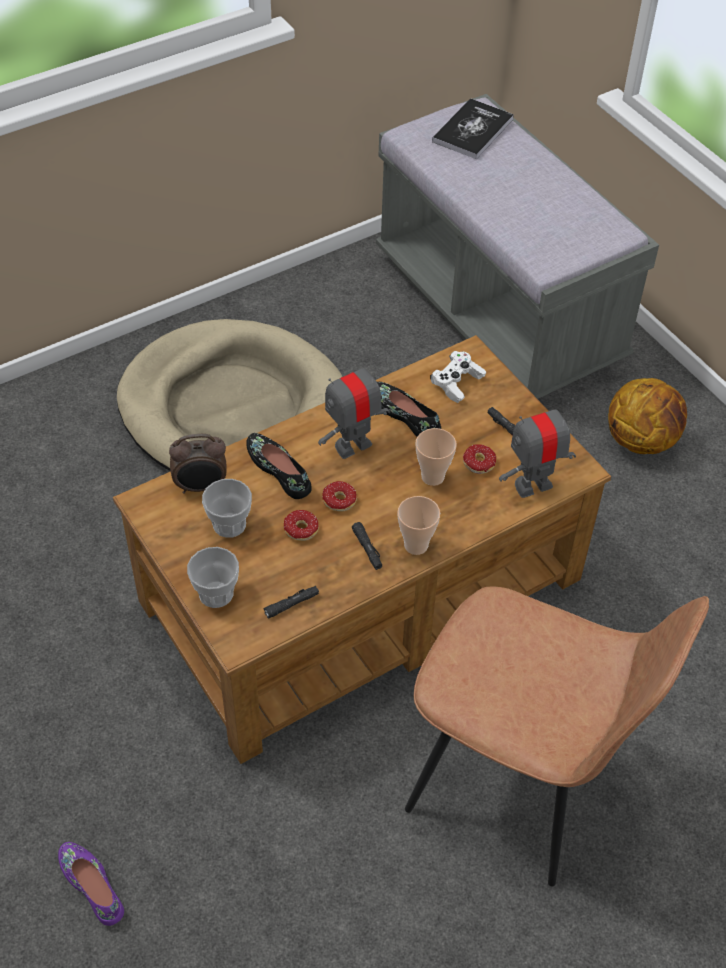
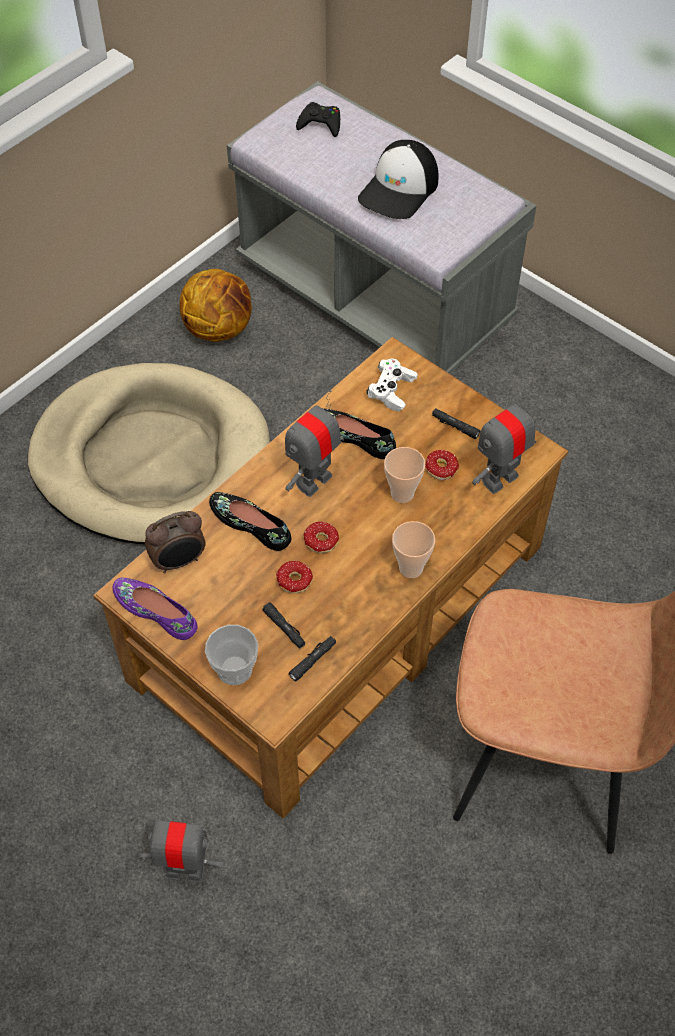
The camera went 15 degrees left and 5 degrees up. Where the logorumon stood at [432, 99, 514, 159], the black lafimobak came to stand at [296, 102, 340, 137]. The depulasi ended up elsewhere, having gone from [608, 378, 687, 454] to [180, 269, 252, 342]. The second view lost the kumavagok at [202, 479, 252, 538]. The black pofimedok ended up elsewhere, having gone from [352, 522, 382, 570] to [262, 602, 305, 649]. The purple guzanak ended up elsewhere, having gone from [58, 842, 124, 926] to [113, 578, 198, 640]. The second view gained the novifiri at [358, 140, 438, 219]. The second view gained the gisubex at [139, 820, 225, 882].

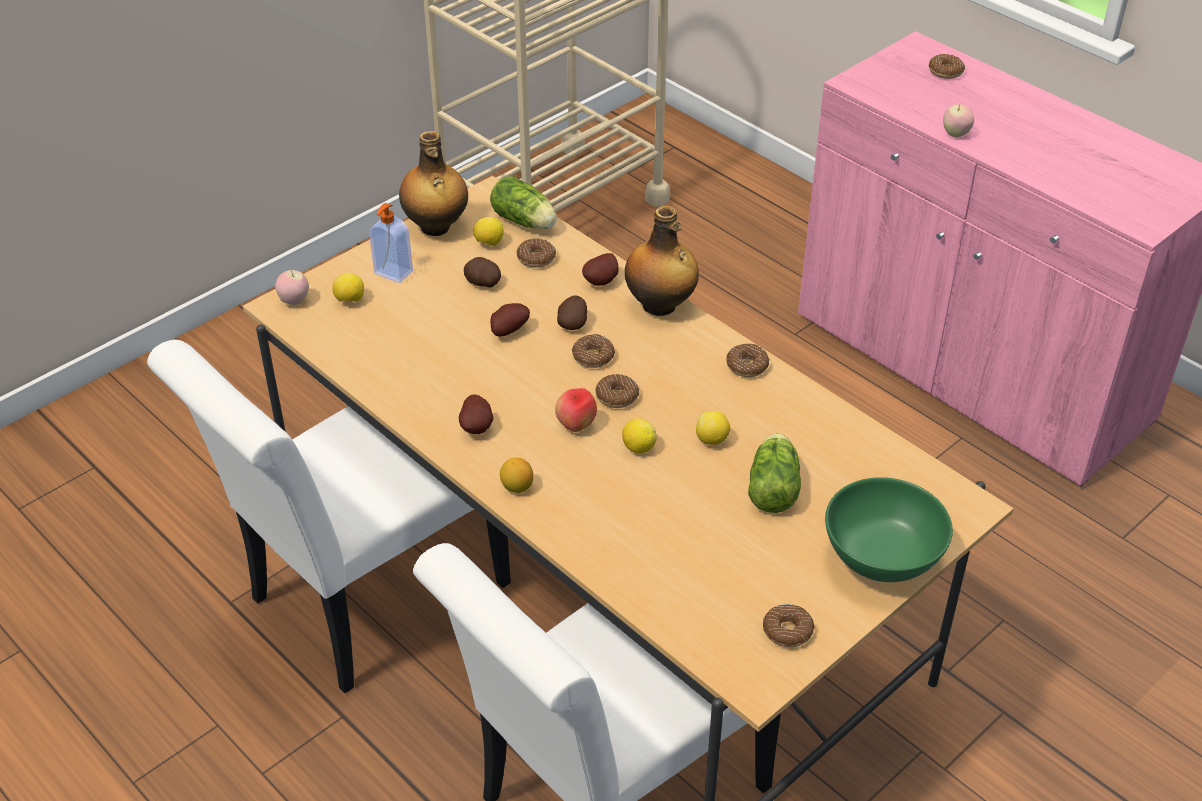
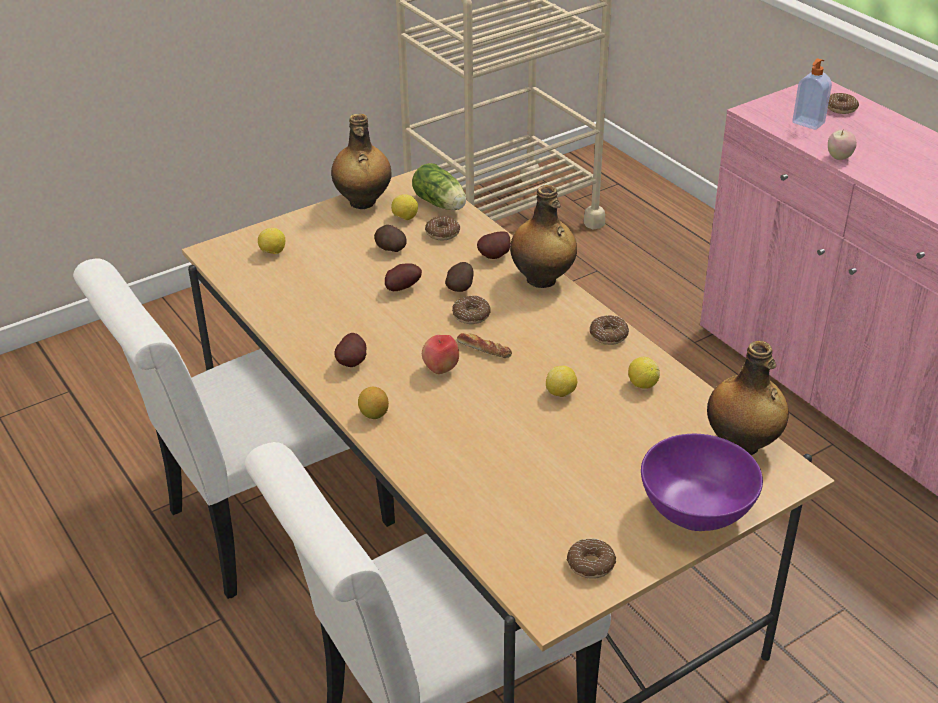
The camera went 10 degrees right and 5 degrees down. The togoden ended up elsewhere, having gone from [369, 203, 413, 283] to [792, 58, 832, 130]. The second view lost the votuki at [275, 270, 309, 305]. Where the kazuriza stood at [595, 374, 639, 408], the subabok came to stand at [457, 333, 512, 358]. The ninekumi ended up elsewhere, having gone from [622, 418, 657, 453] to [628, 357, 660, 389]. The second view lost the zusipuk at [748, 434, 801, 513]. What was the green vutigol at [825, 477, 953, 582] turned into the purple vutigol at [641, 434, 763, 531]. The second view gained the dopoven at [707, 341, 789, 455].

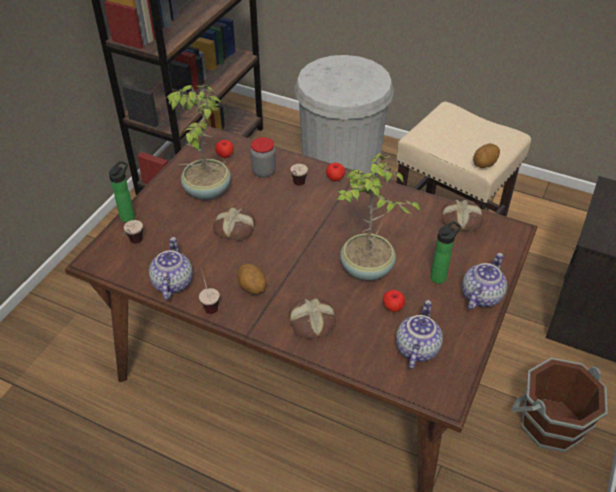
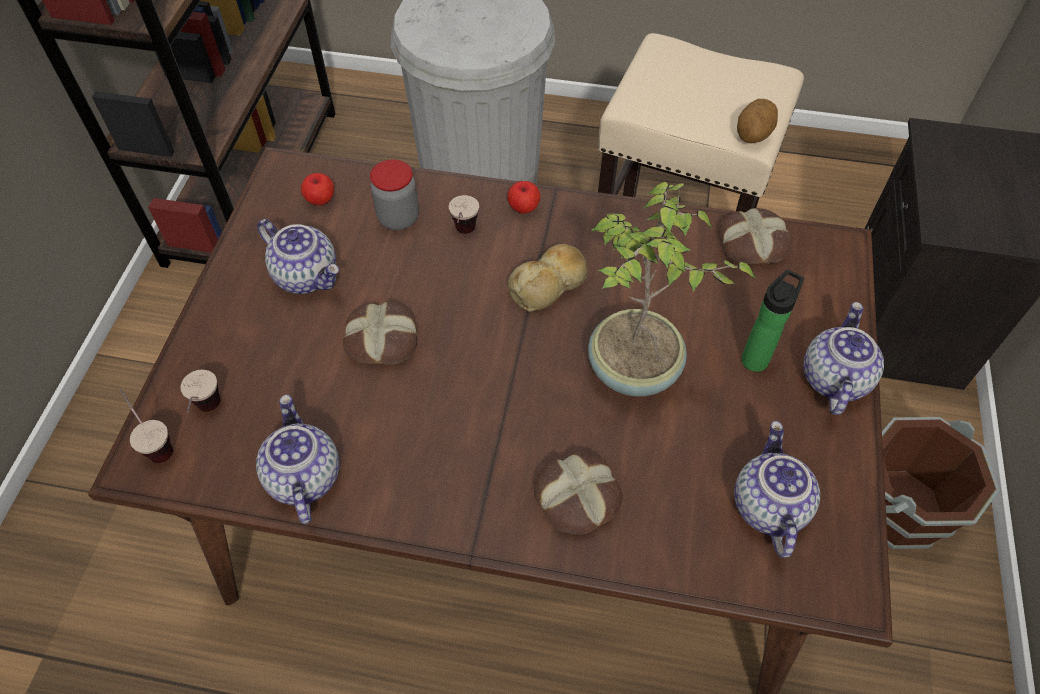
The camera went 15 degrees left and 10 degrees up. Where the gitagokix stood at [166, 85, 231, 199], the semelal came to stand at [257, 219, 339, 294]. The second view lost the dopoven at [109, 161, 135, 223]. The second view lost the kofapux at [238, 264, 267, 294]. The kumavagok ended up elsewhere, having gone from [199, 267, 220, 314] to [120, 389, 173, 463]. The second view lost the votuki at [383, 290, 405, 312]. The second view gained the subabok at [508, 244, 587, 312].

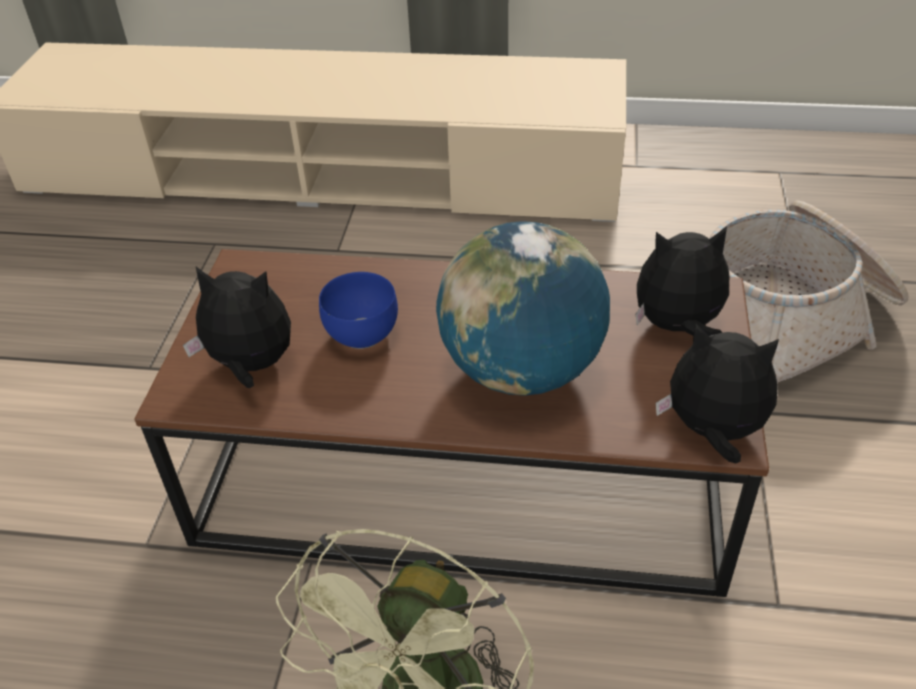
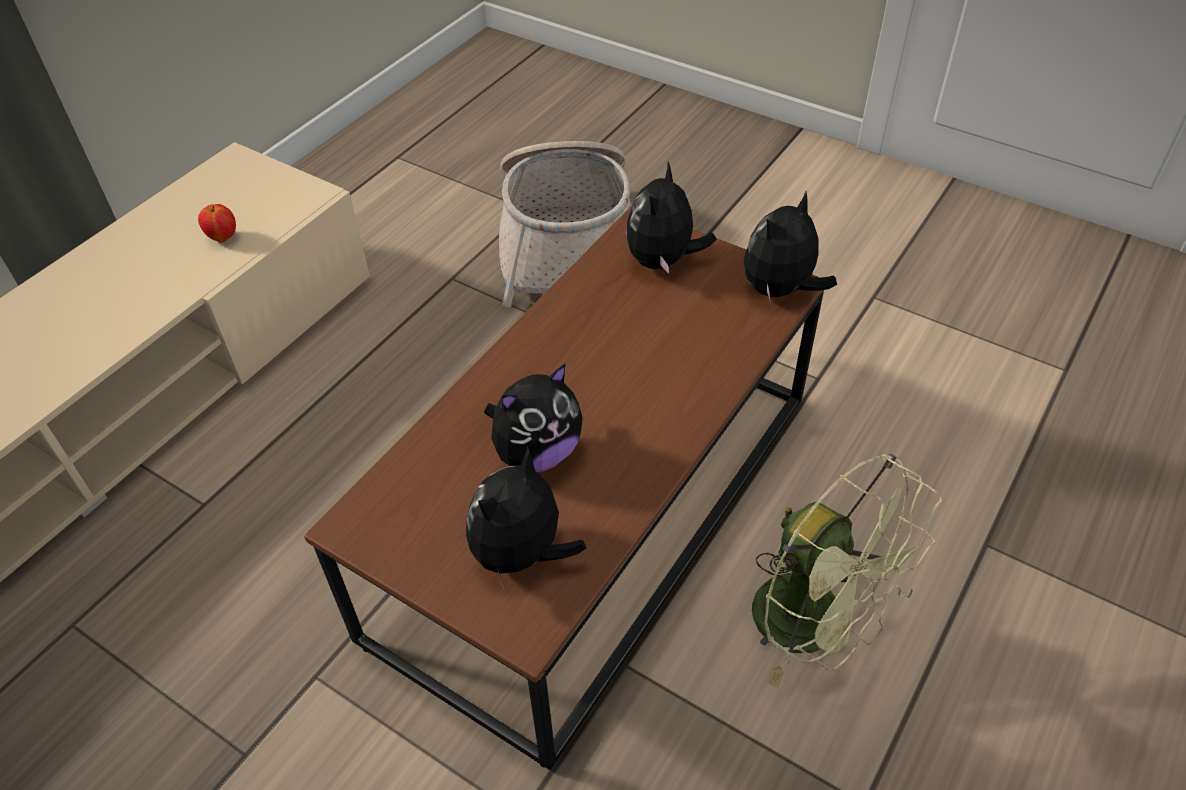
The camera went 65 degrees left and 5 degrees up. The second view lost the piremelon at [436, 221, 610, 396]. Where the blue vutigol stood at [319, 272, 398, 349], the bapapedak came to stand at [484, 363, 583, 472]. The second view gained the votuki at [198, 204, 236, 242].

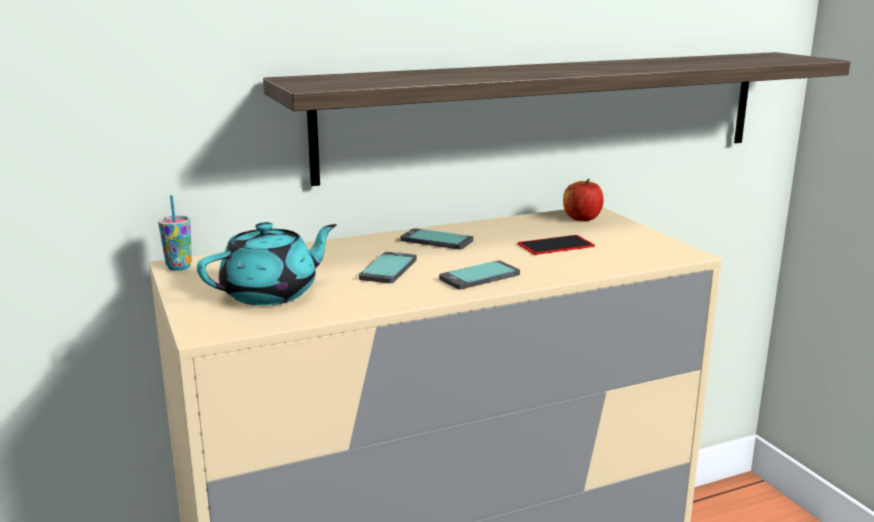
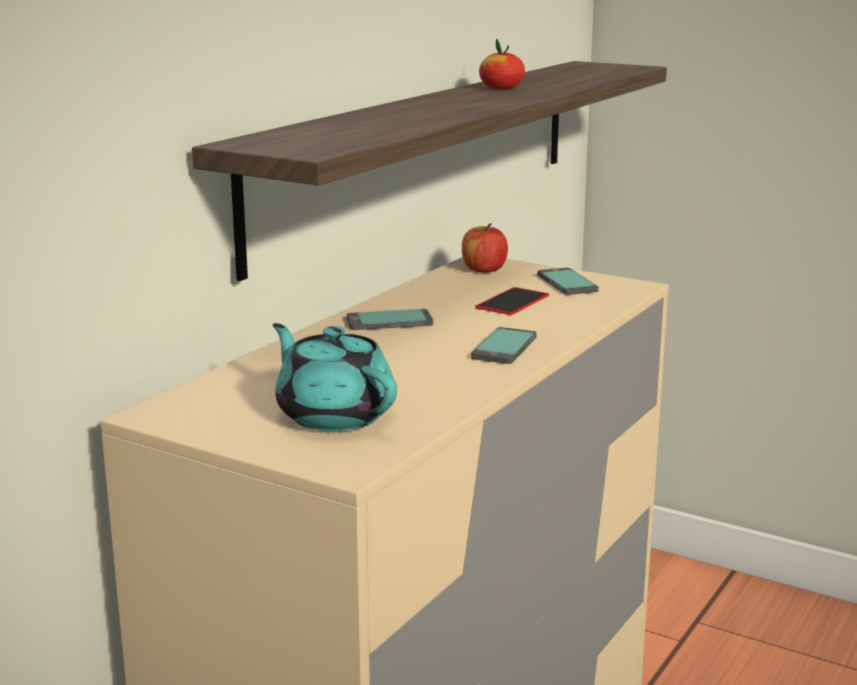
The camera went 35 degrees left and 0 degrees up. The second view lost the kumavagok at [158, 195, 192, 271]. The turquoise semelal at [197, 222, 336, 306] ended up facing another way, 60 degrees counterclockwise from before. The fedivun ended up elsewhere, having gone from [359, 252, 417, 283] to [538, 268, 599, 295]. The second view gained the votuki at [479, 39, 525, 89].

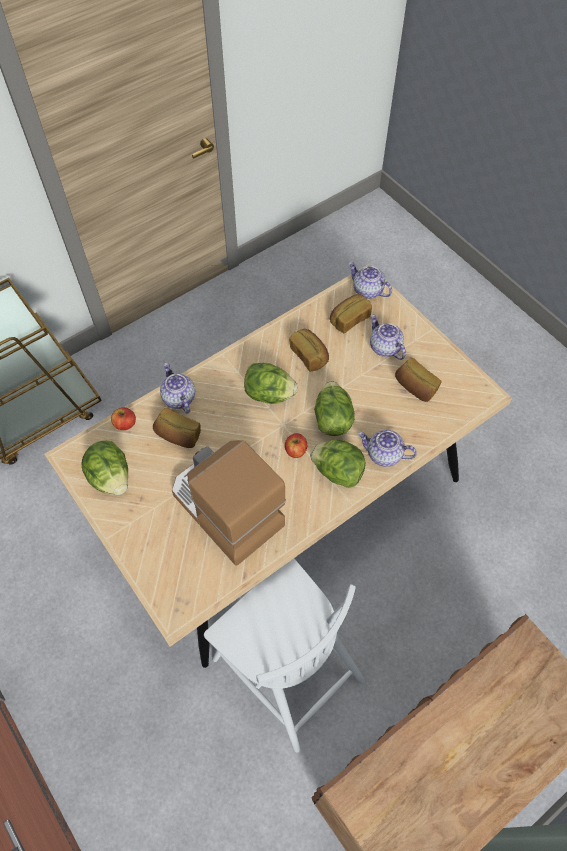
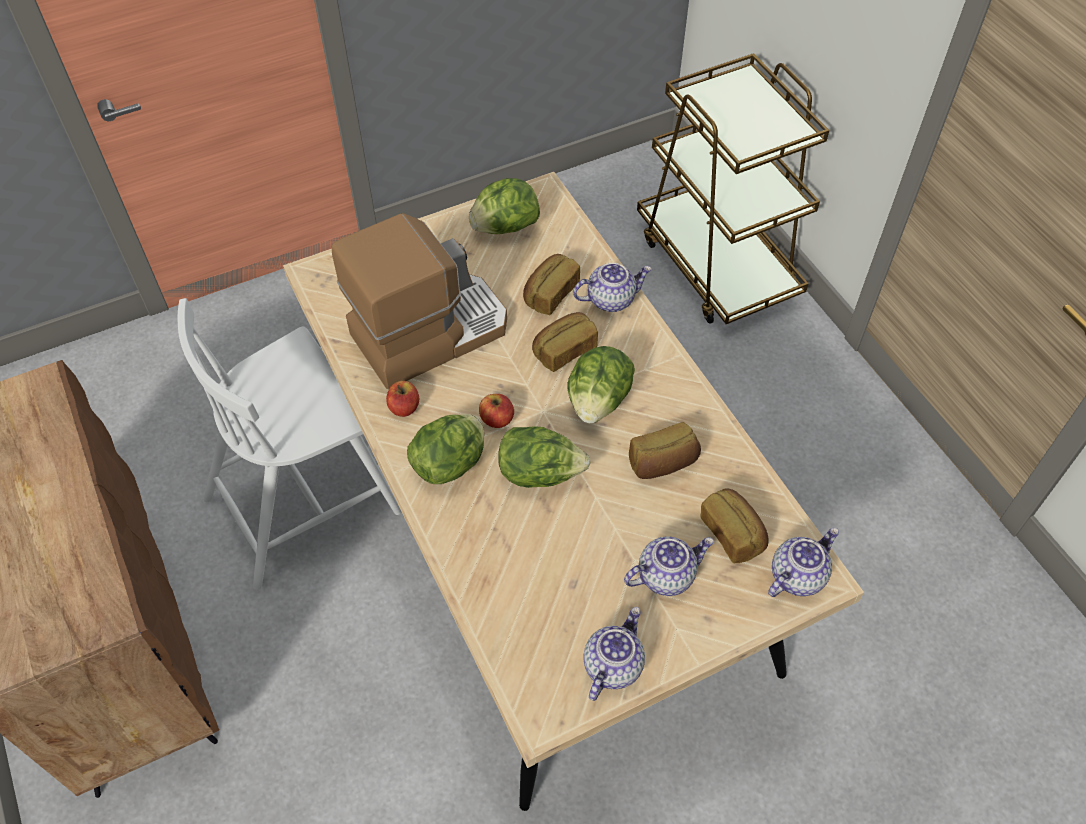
The camera went 100 degrees right and 5 degrees down. The subabok ended up elsewhere, having gone from [395, 358, 442, 402] to [532, 312, 598, 372]. The votuki ended up elsewhere, having gone from [111, 407, 136, 430] to [386, 381, 419, 417]. The semelal ended up elsewhere, having gone from [358, 430, 417, 467] to [584, 607, 645, 701].

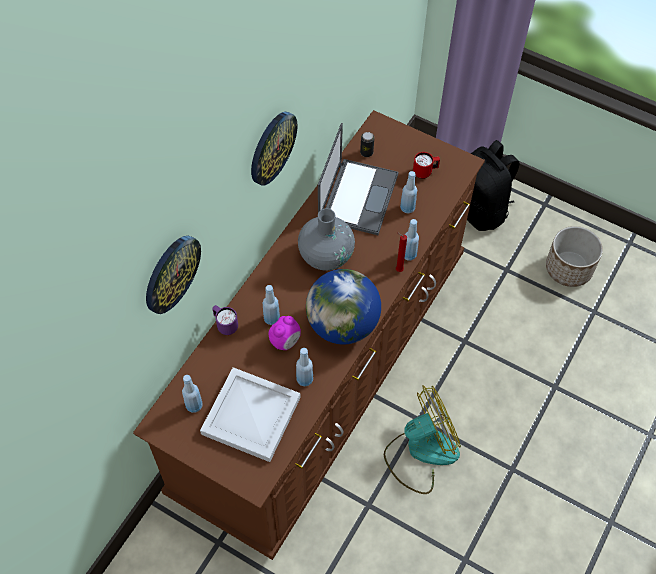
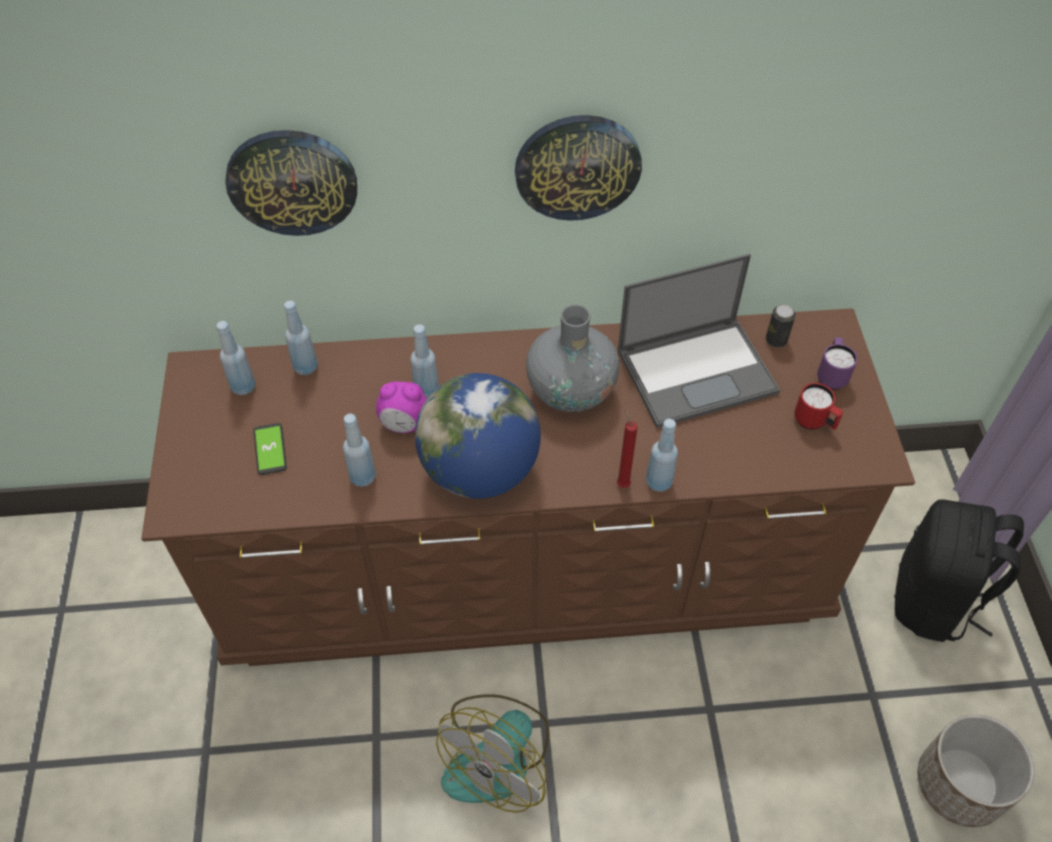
The camera went 55 degrees right and 5 degrees down. The blue dopoven ended up elsewhere, having gone from [400, 171, 417, 213] to [284, 300, 318, 375]. The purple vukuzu ended up elsewhere, having gone from [212, 305, 238, 335] to [817, 337, 858, 390]. Where the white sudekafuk stood at [200, 367, 301, 462], the fedivun came to stand at [253, 423, 287, 475]. The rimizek at [384, 385, 461, 494] ended up facing another way, 90 degrees clockwise from before.

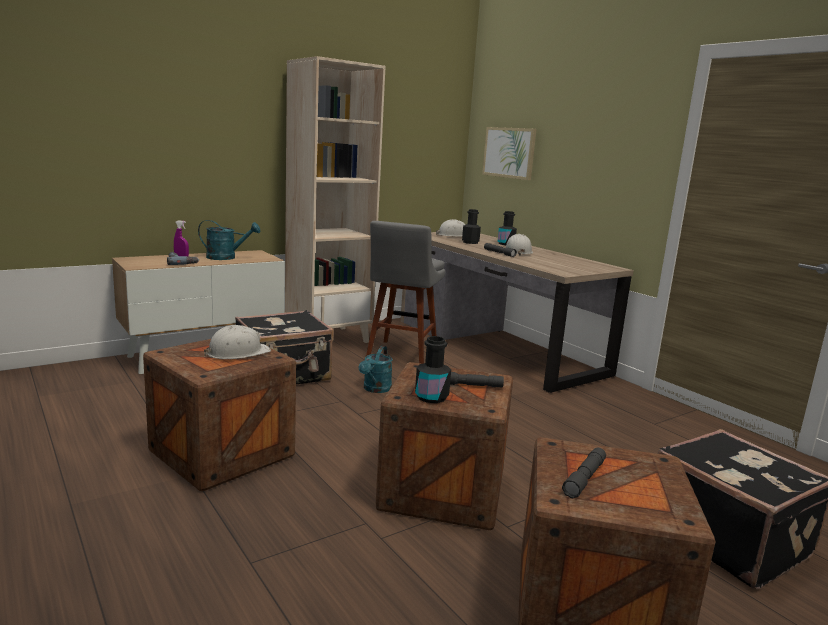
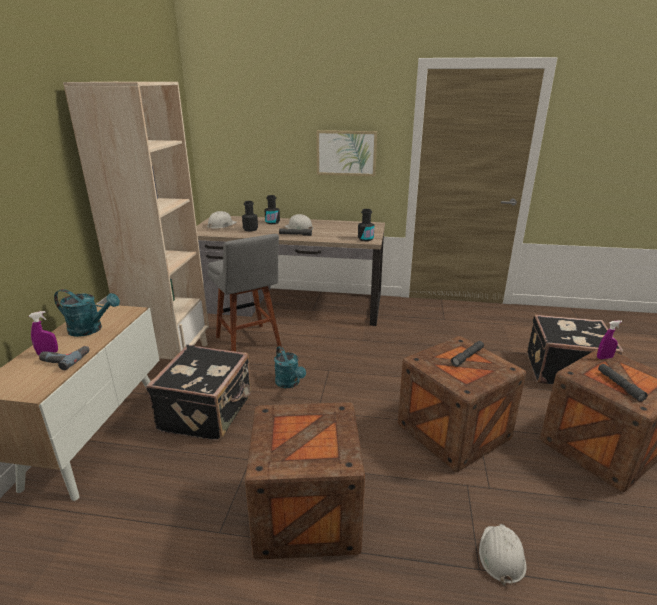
The camera went 45 degrees left and 10 degrees up. The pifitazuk ended up elsewhere, having gone from [482, 127, 537, 180] to [316, 130, 377, 176]. The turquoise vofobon at [198, 220, 260, 260] ended up facing another way, 60 degrees clockwise from before. The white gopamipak ended up elsewhere, having gone from [204, 325, 271, 359] to [479, 524, 527, 586]. The black dopoven ended up elsewhere, having gone from [415, 336, 451, 403] to [358, 209, 374, 241]. The second view gained the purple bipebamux at [597, 320, 622, 359].

